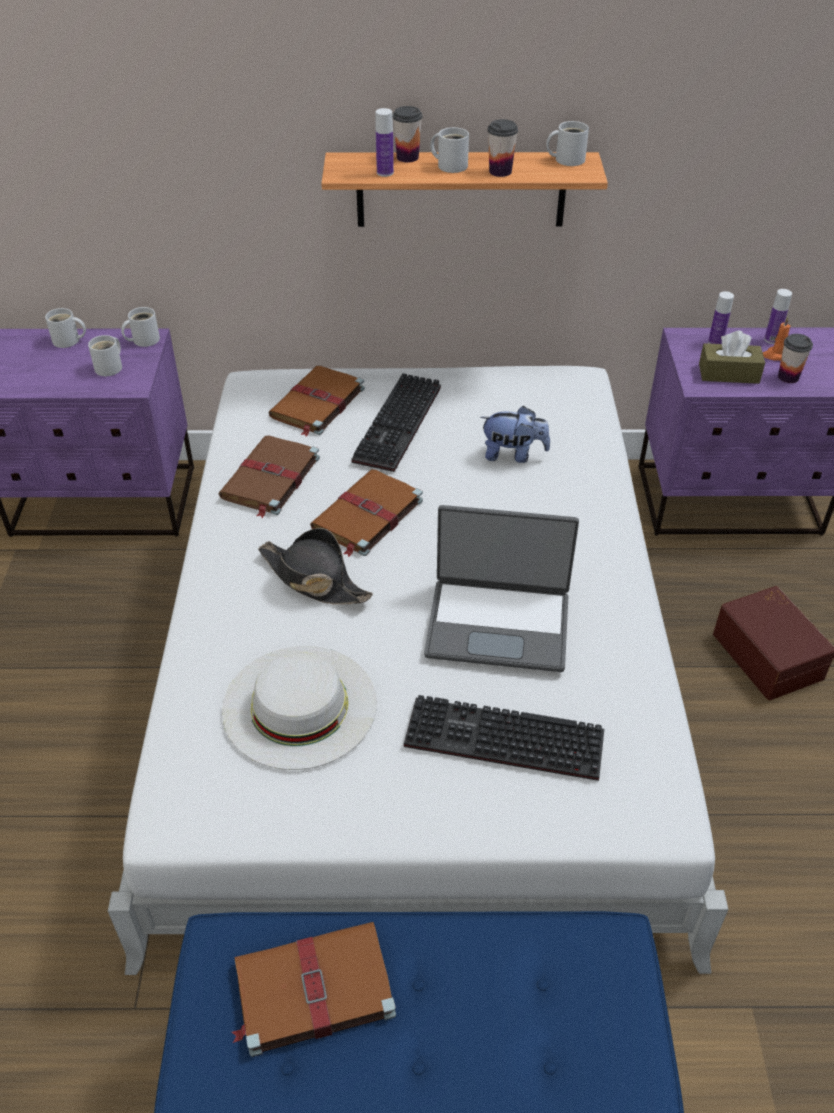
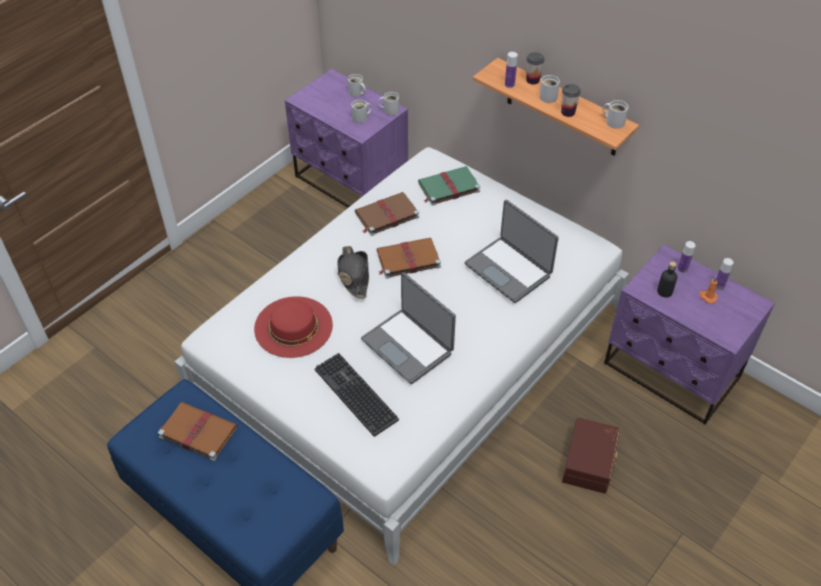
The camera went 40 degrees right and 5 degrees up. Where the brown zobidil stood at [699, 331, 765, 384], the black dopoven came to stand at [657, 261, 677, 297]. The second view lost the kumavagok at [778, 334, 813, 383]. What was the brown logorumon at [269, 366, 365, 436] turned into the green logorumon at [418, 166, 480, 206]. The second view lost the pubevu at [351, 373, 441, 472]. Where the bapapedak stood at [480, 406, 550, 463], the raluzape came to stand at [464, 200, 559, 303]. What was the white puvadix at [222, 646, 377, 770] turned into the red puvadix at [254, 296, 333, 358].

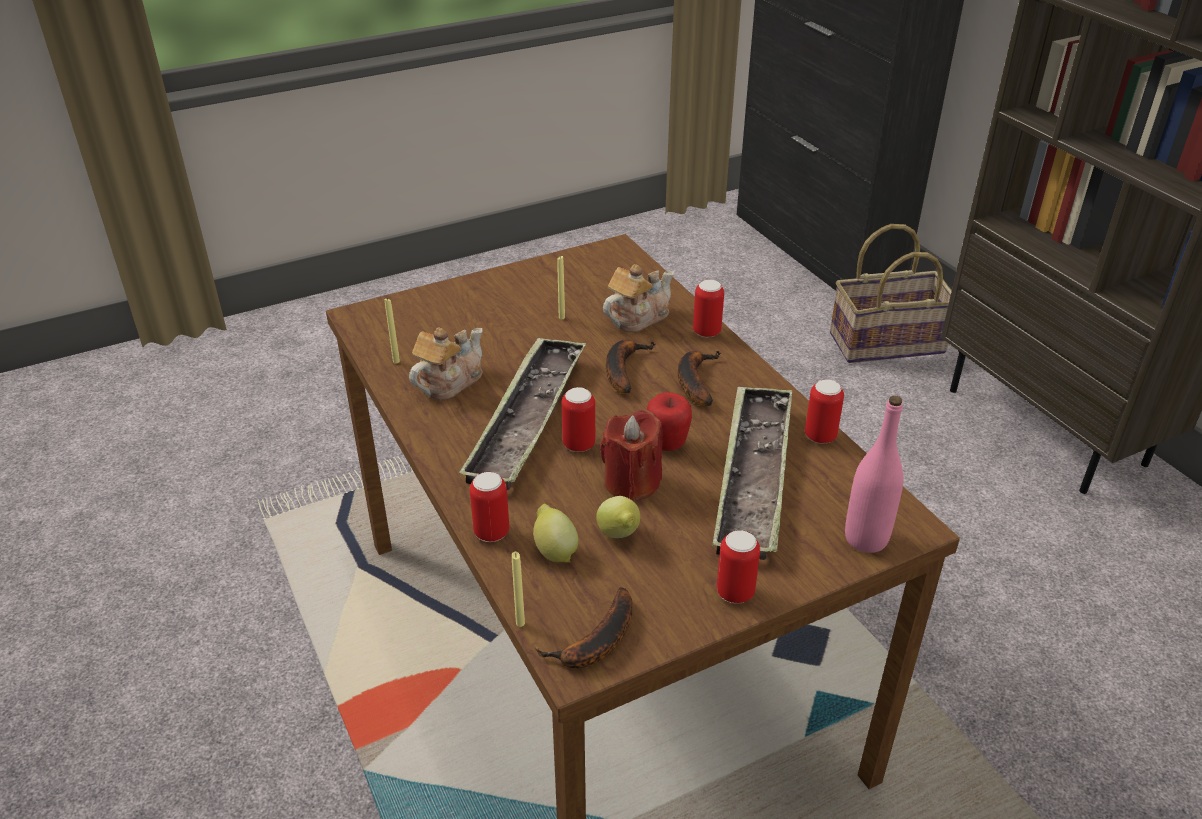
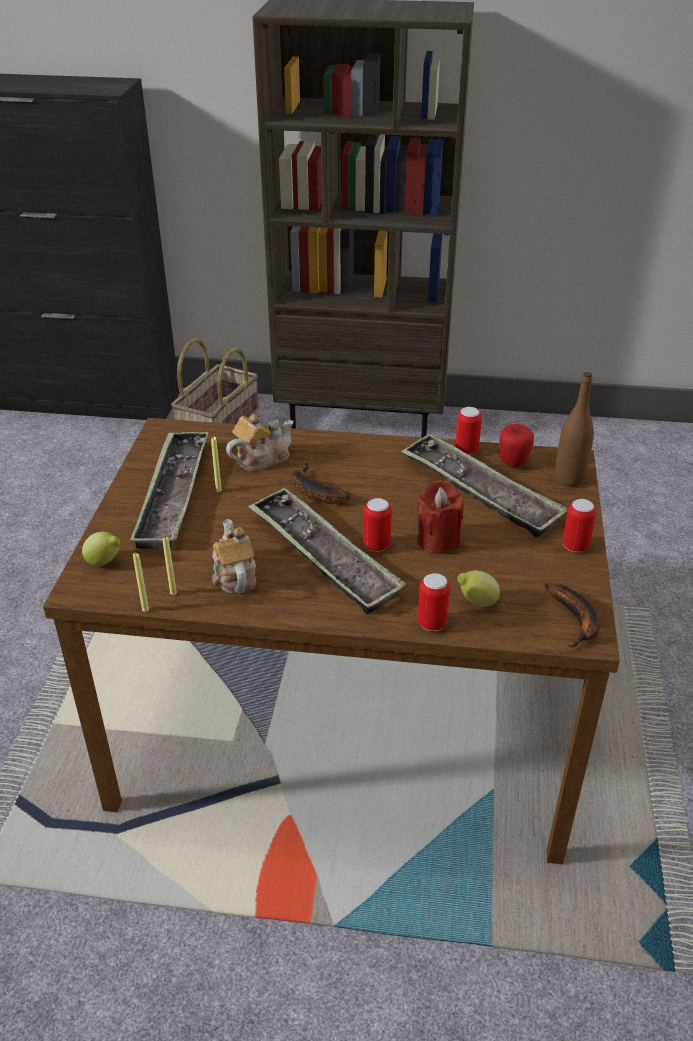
The camera went 55 degrees left and 0 degrees up. The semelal at [603, 264, 674, 332] ended up facing another way, 60 degrees clockwise from before. The second view lost the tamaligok at [693, 279, 724, 337]. The second view lost the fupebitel at [678, 351, 721, 406]. The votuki ended up elsewhere, having gone from [647, 392, 692, 451] to [499, 424, 534, 467]. What was the pink dopoven at [845, 396, 903, 553] turned into the brown dopoven at [555, 372, 594, 487]. The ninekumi ended up elsewhere, having gone from [596, 496, 640, 538] to [82, 532, 120, 566]. The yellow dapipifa ended up elsewhere, having gone from [512, 552, 525, 627] to [133, 553, 149, 612]. The second view gained the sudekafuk at [130, 432, 209, 549].

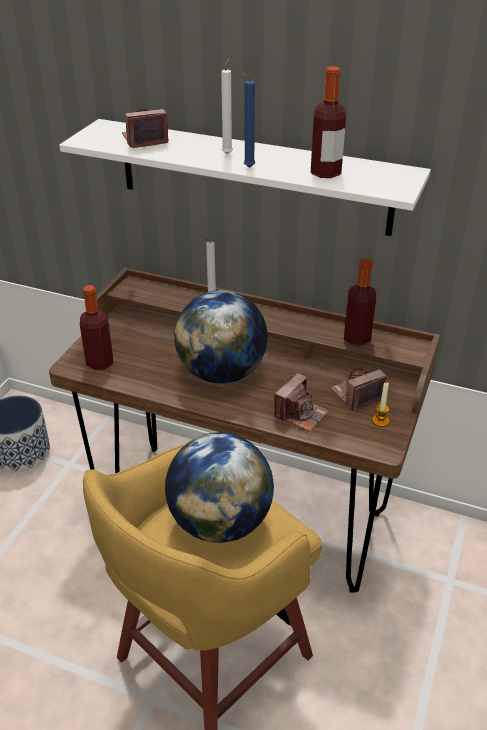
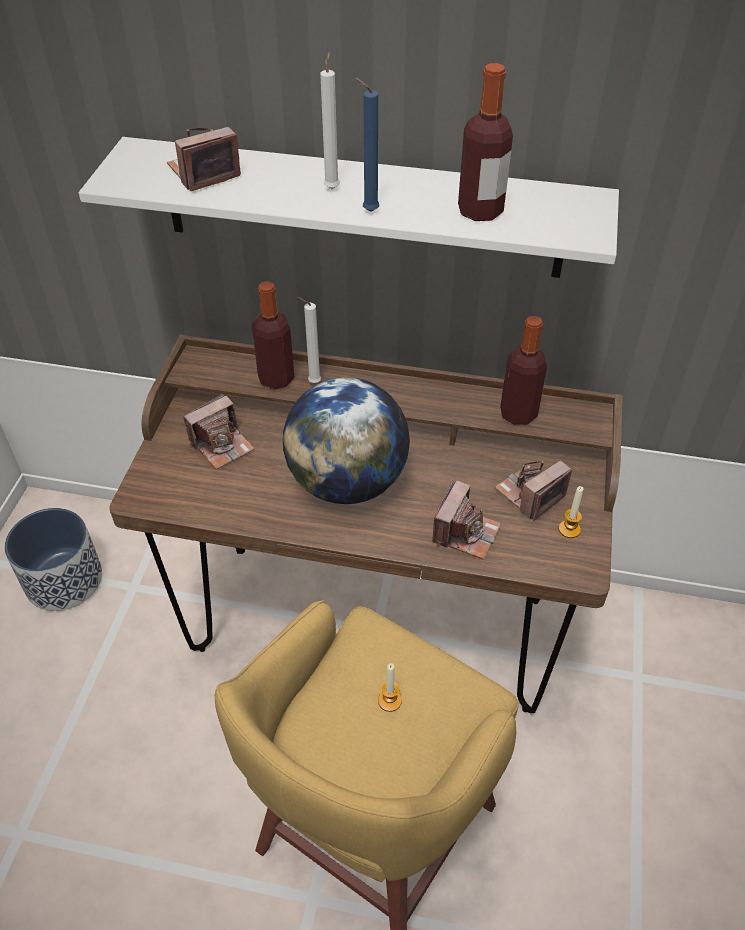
The camera went 10 degrees left and 10 degrees up. The dopoven ended up elsewhere, having gone from [80, 285, 113, 370] to [252, 281, 295, 390]. Where the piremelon stood at [165, 432, 274, 543], the dapipifa came to stand at [378, 663, 402, 712]. The second view gained the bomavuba at [183, 394, 255, 469].

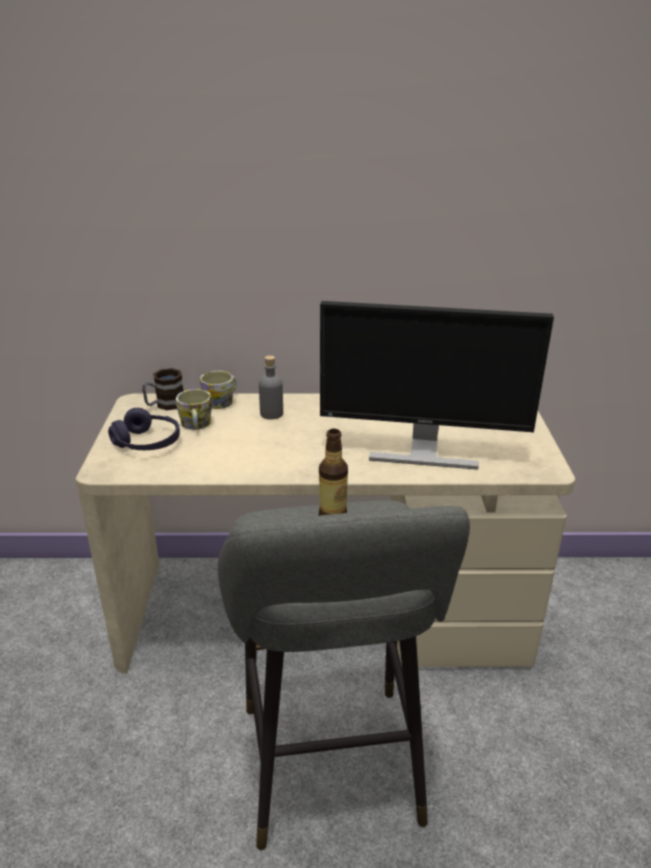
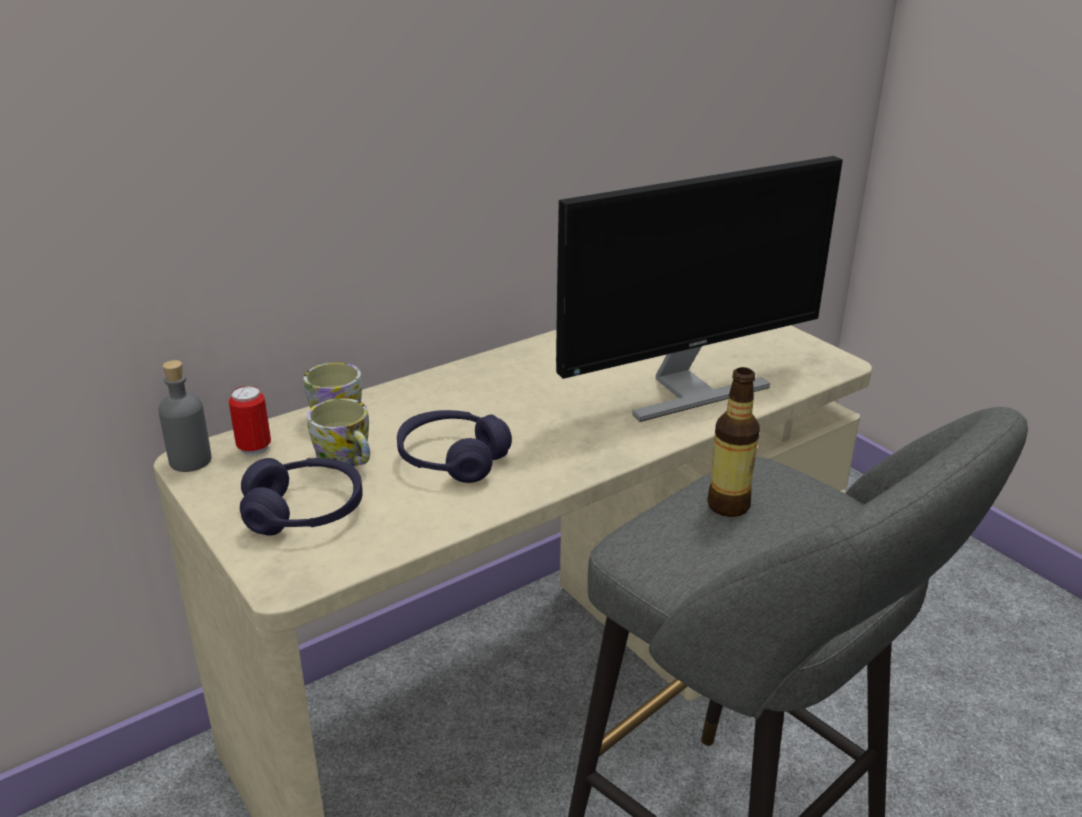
The camera went 35 degrees left and 0 degrees up. The grey dopoven ended up elsewhere, having gone from [259, 355, 283, 420] to [158, 360, 212, 472]. Where the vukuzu stood at [142, 368, 183, 410], the tamaligok came to stand at [229, 386, 271, 456]. The second view gained the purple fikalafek at [397, 410, 512, 483].

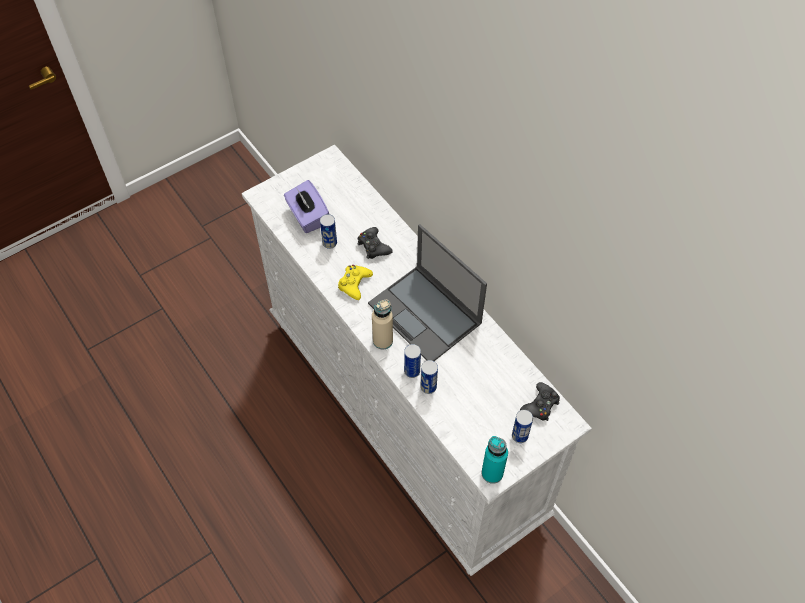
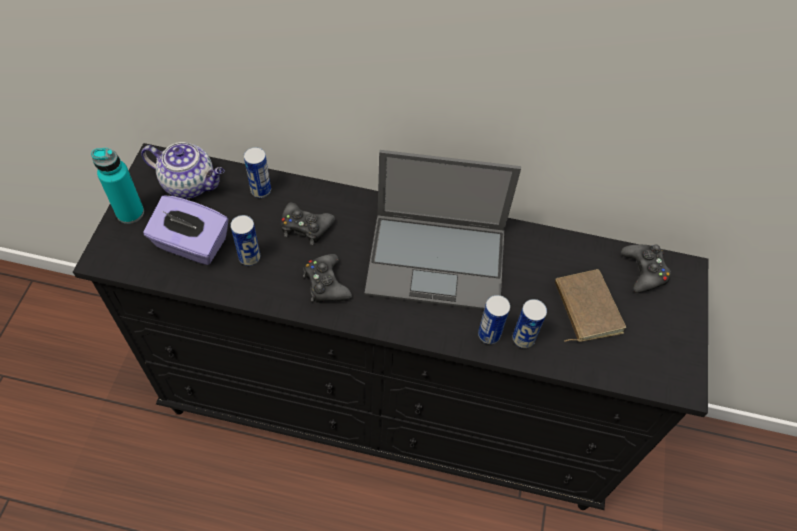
The camera went 45 degrees left and 0 degrees up. What was the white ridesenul at [242, 144, 592, 576] turned into the black ridesenul at [73, 143, 708, 510]. What was the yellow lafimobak at [338, 265, 373, 300] turned into the black lafimobak at [303, 254, 352, 303]. The second view lost the beige dopoven at [372, 300, 393, 350]. The tamaligok ended up elsewhere, having gone from [512, 410, 533, 443] to [244, 147, 271, 198]. The turquoise dopoven ended up elsewhere, having gone from [481, 436, 508, 484] to [91, 148, 144, 224]. The second view gained the semelal at [141, 142, 225, 199]. The second view gained the brown logorumon at [555, 269, 626, 342].

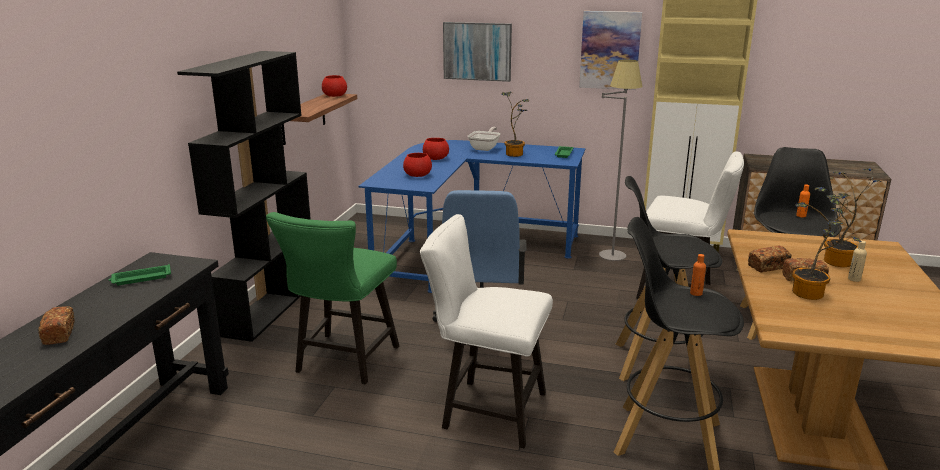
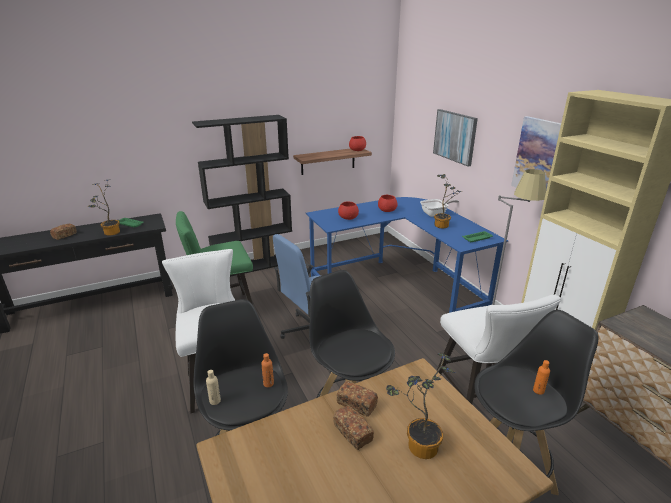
The camera went 50 degrees right and 5 degrees up. The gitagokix ended up elsewhere, having gone from [792, 187, 862, 300] to [88, 180, 120, 236]. The beige dopoven ended up elsewhere, having gone from [848, 241, 867, 282] to [206, 370, 221, 405].

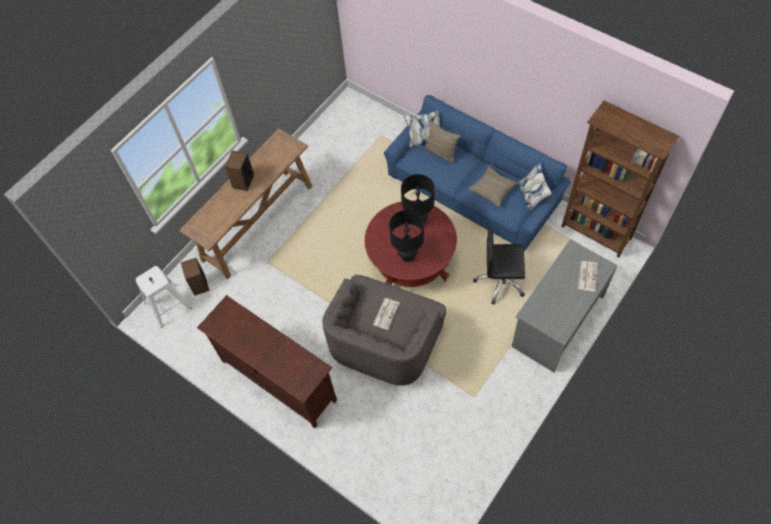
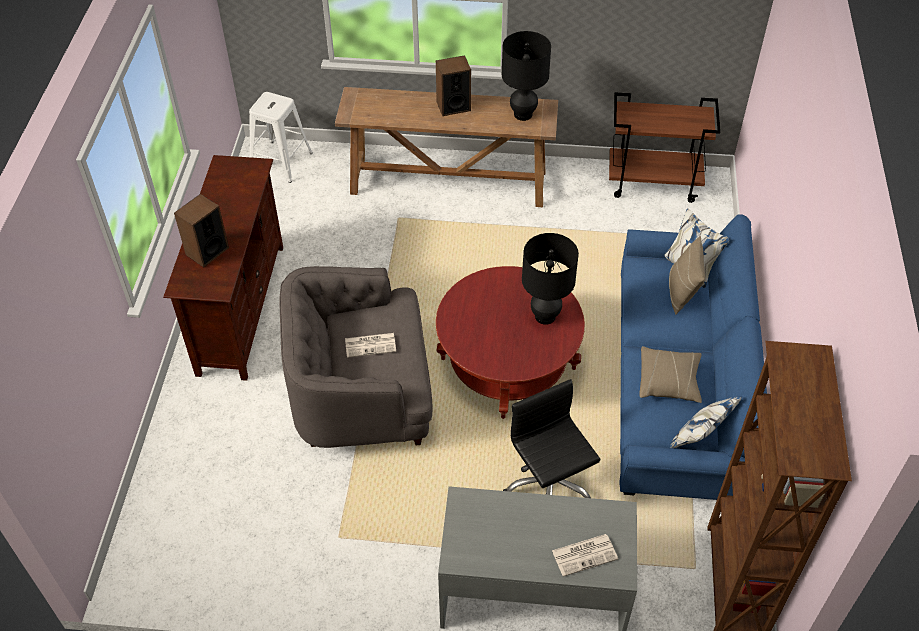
The camera went 55 degrees right and 10 degrees down. The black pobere ended up elsewhere, having gone from [389, 210, 424, 262] to [501, 31, 551, 121]. The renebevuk ended up elsewhere, having gone from [181, 258, 210, 296] to [174, 194, 229, 267]. The second view gained the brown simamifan at [609, 92, 720, 203].

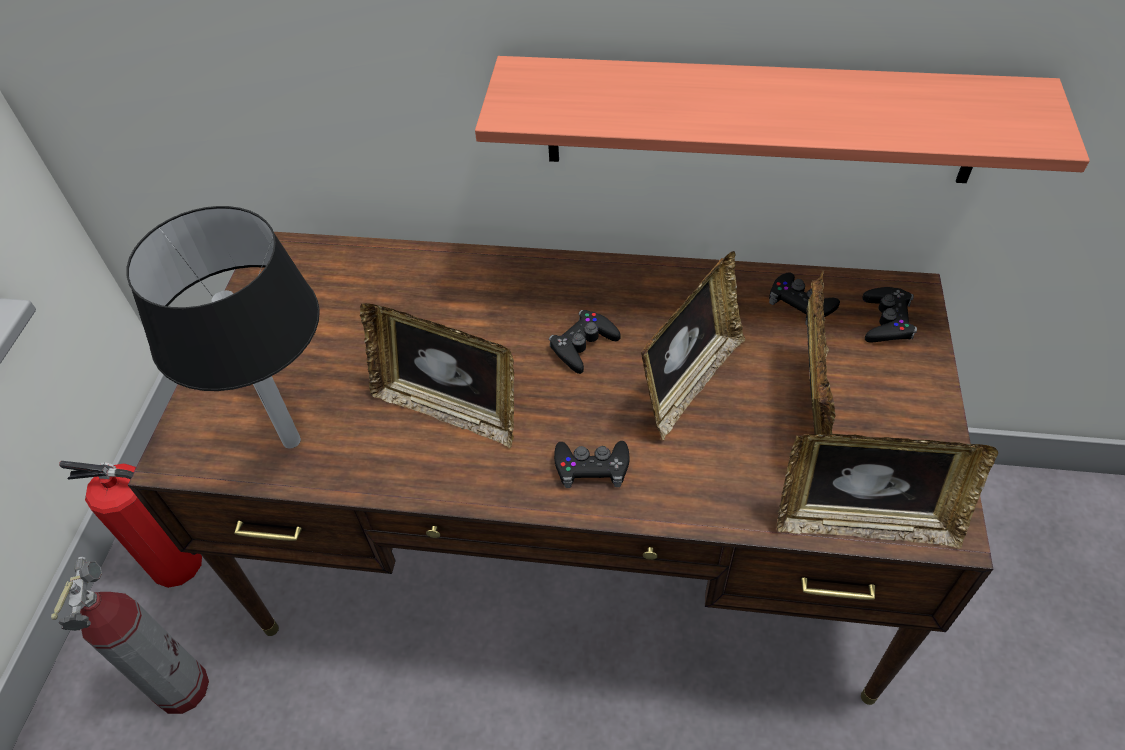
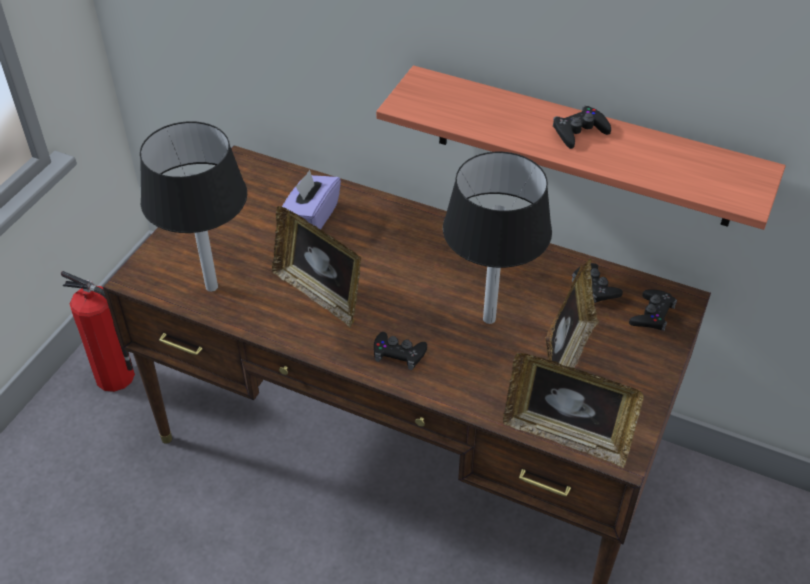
The camera went 15 degrees right and 5 degrees down. Where the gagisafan stood at [641, 251, 745, 440], the black pobere came to stand at [443, 152, 552, 324]. The black lafimobak ended up elsewhere, having gone from [549, 310, 621, 374] to [553, 106, 611, 149]. The second view lost the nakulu at [51, 557, 209, 714]. The second view gained the purple zobidil at [282, 170, 341, 229].

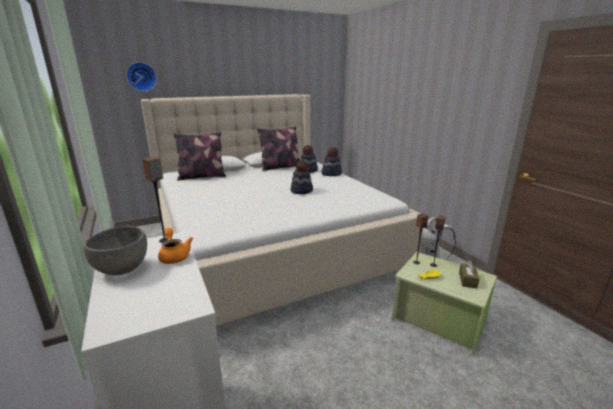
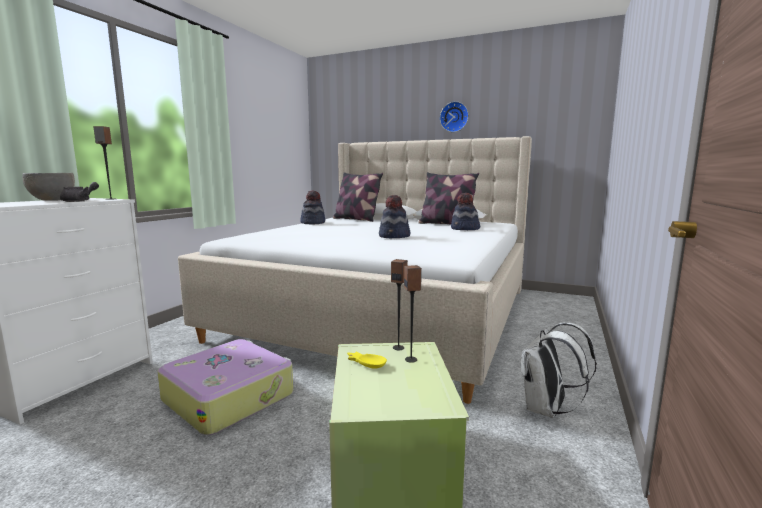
The camera went 50 degrees right and 10 degrees down. The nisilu ended up elsewhere, having gone from [126, 62, 157, 92] to [440, 101, 469, 132]. The puvadix ended up elsewhere, having gone from [321, 147, 342, 176] to [300, 190, 325, 224]. What was the orange semelal at [158, 228, 193, 264] turned into the grey semelal at [60, 182, 99, 202]. The second view lost the brown zobidil at [459, 261, 479, 289]. The second view gained the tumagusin at [157, 339, 293, 435].

